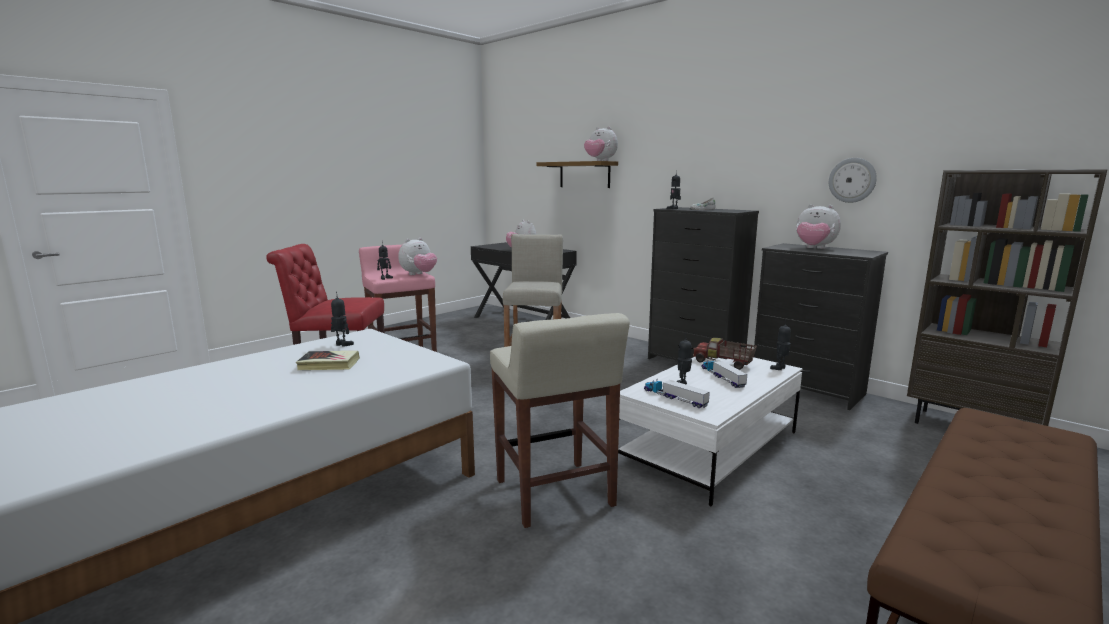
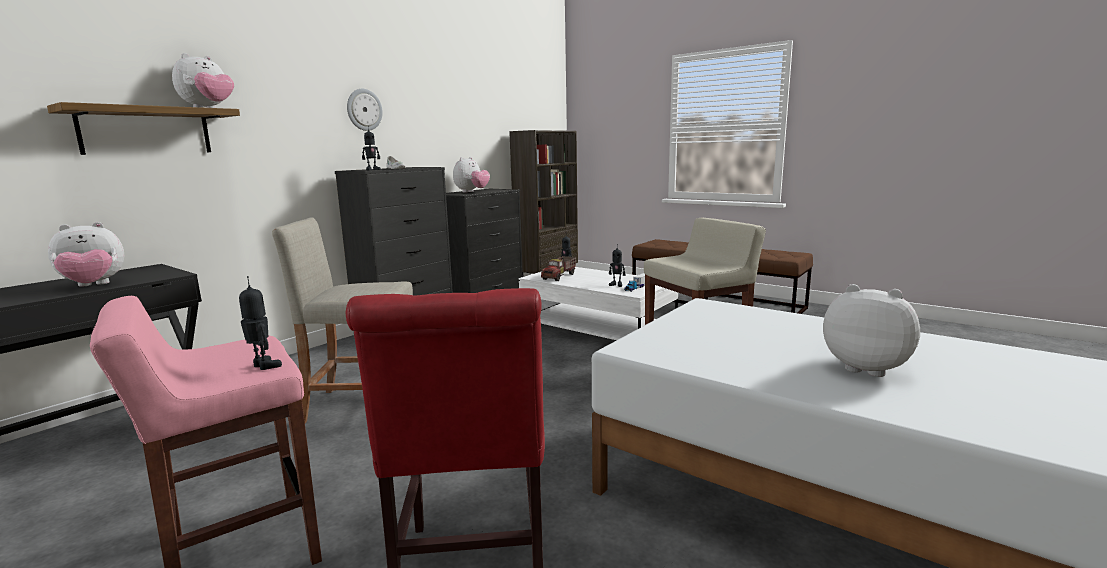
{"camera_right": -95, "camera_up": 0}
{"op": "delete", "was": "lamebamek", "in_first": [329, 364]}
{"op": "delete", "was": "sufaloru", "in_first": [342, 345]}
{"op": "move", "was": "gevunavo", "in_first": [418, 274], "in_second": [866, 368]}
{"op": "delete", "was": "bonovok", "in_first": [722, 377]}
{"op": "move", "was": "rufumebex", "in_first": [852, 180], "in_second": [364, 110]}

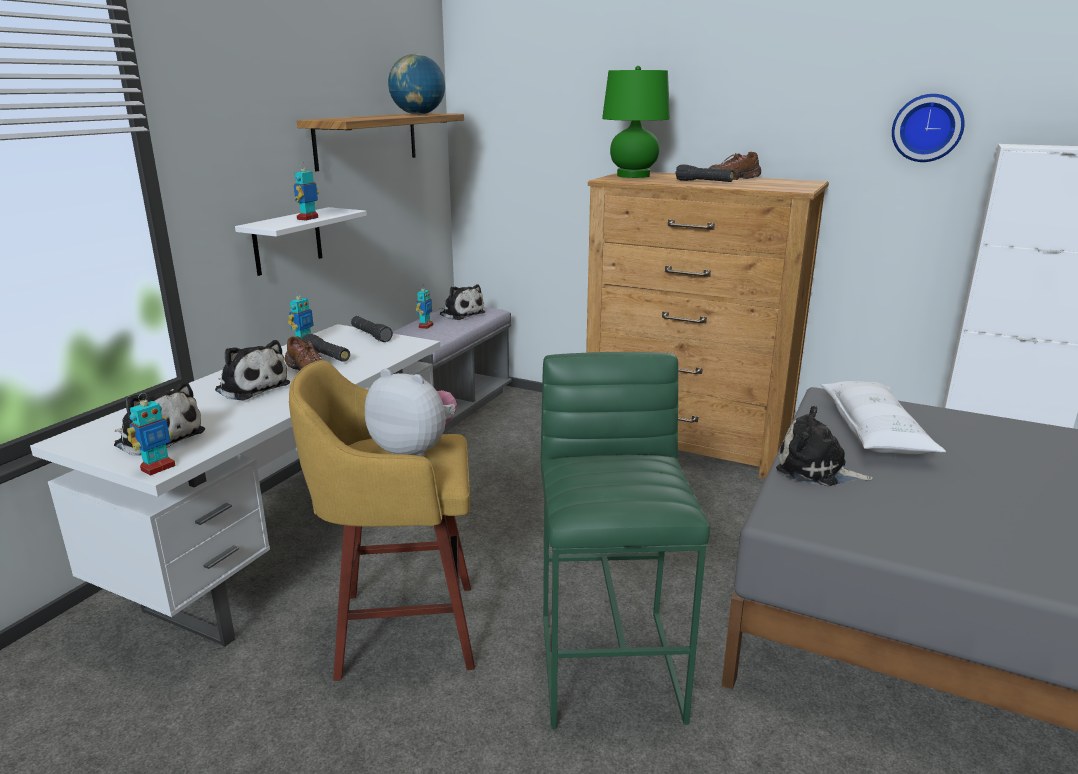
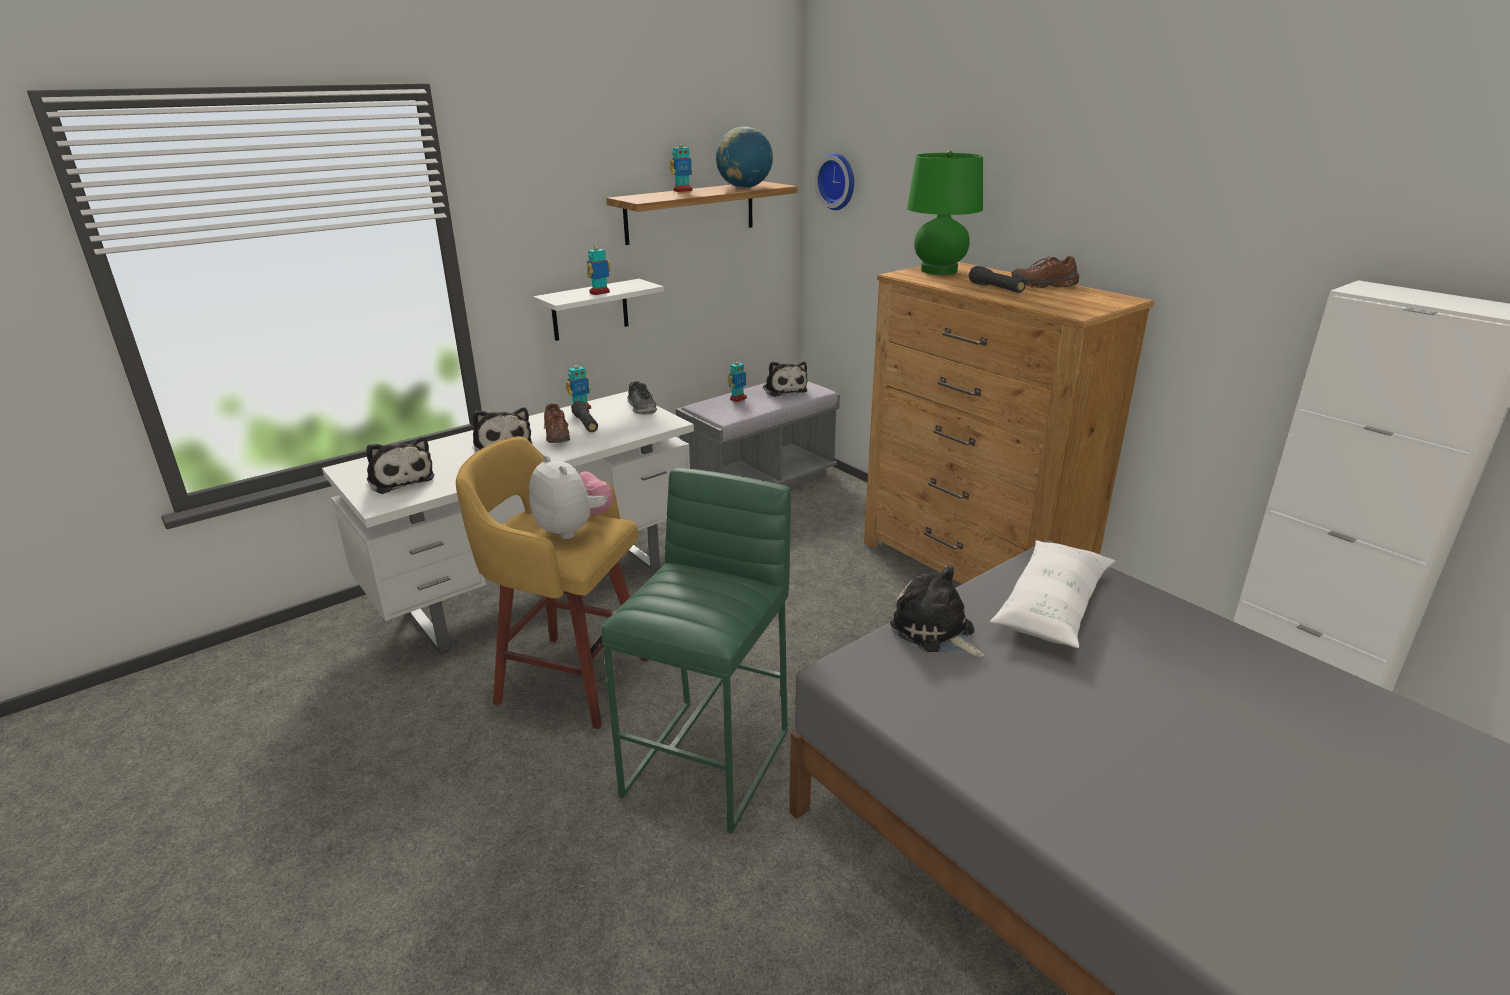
{"camera_right": 25, "camera_up": 5}
{"op": "move", "was": "sufaloru", "in_first": [157, 468], "in_second": [682, 190]}
{"op": "replace", "was": "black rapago", "now": "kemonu", "in_first": [371, 335], "in_second": [642, 408]}
{"op": "move", "was": "rufumebex", "in_first": [927, 128], "in_second": [838, 181]}

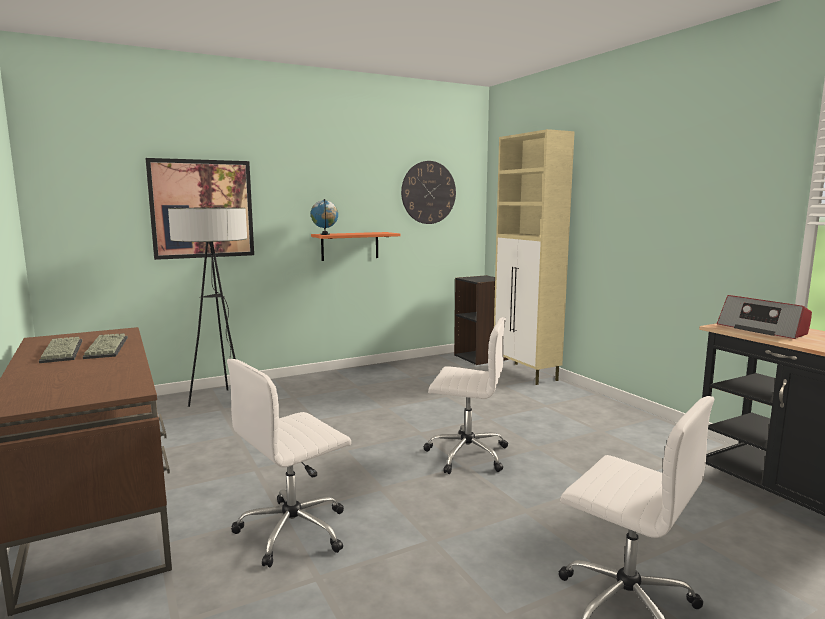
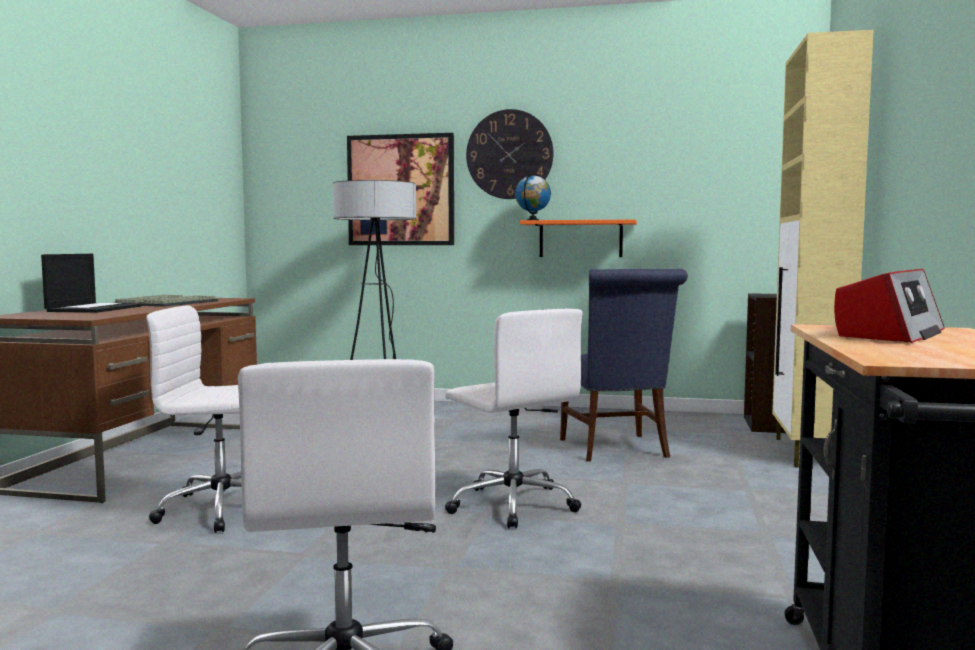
{"camera_right": 40, "camera_up": -5}
{"op": "move", "was": "rufumebex", "in_first": [428, 192], "in_second": [509, 154]}
{"op": "rotate", "was": "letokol", "in_first": [763, 329], "in_second": [890, 333], "clockwise": -150}
{"op": "insert", "now": "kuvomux", "in_second": [94, 309]}
{"op": "insert", "now": "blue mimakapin", "in_second": [616, 449]}

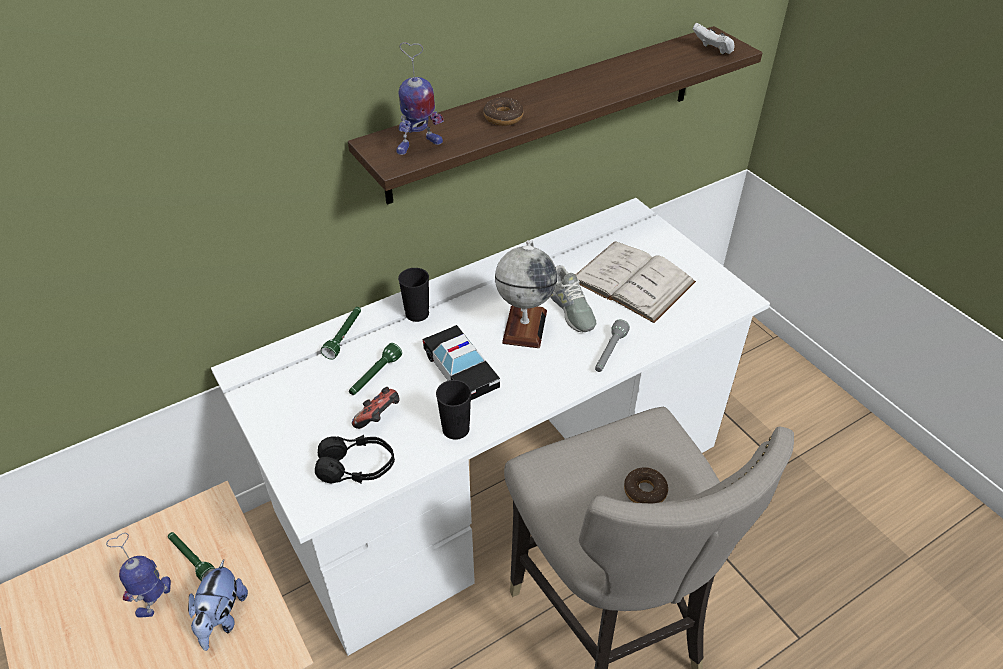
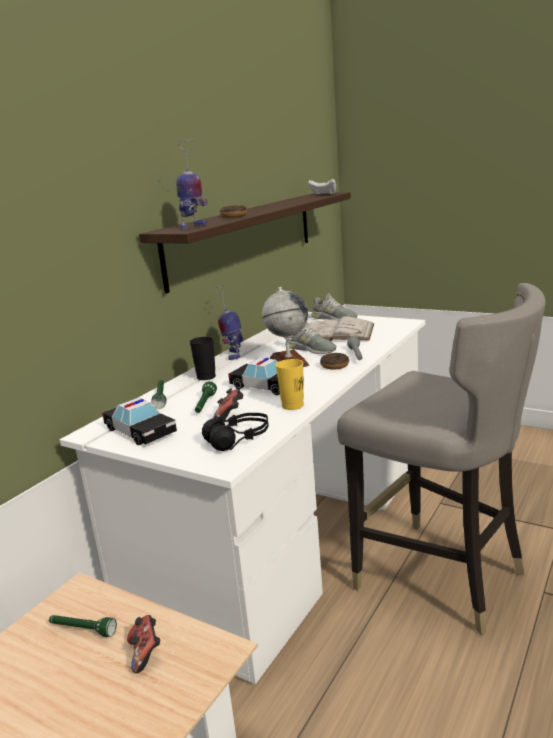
{"camera_right": -25, "camera_up": -25}
{"op": "move", "was": "sufaloru", "in_first": [155, 598], "in_second": [233, 355]}
{"op": "replace", "was": "gevunavo", "now": "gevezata", "in_first": [222, 618], "in_second": [146, 653]}
{"op": "recolor", "was": "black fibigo", "now": "yellow fibigo", "in_first": [456, 429], "in_second": [292, 405]}
{"op": "move", "was": "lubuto", "in_first": [645, 491], "in_second": [334, 365]}
{"op": "insert", "now": "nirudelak", "in_second": [140, 431]}
{"op": "insert", "now": "grey kemonu", "in_second": [334, 318]}

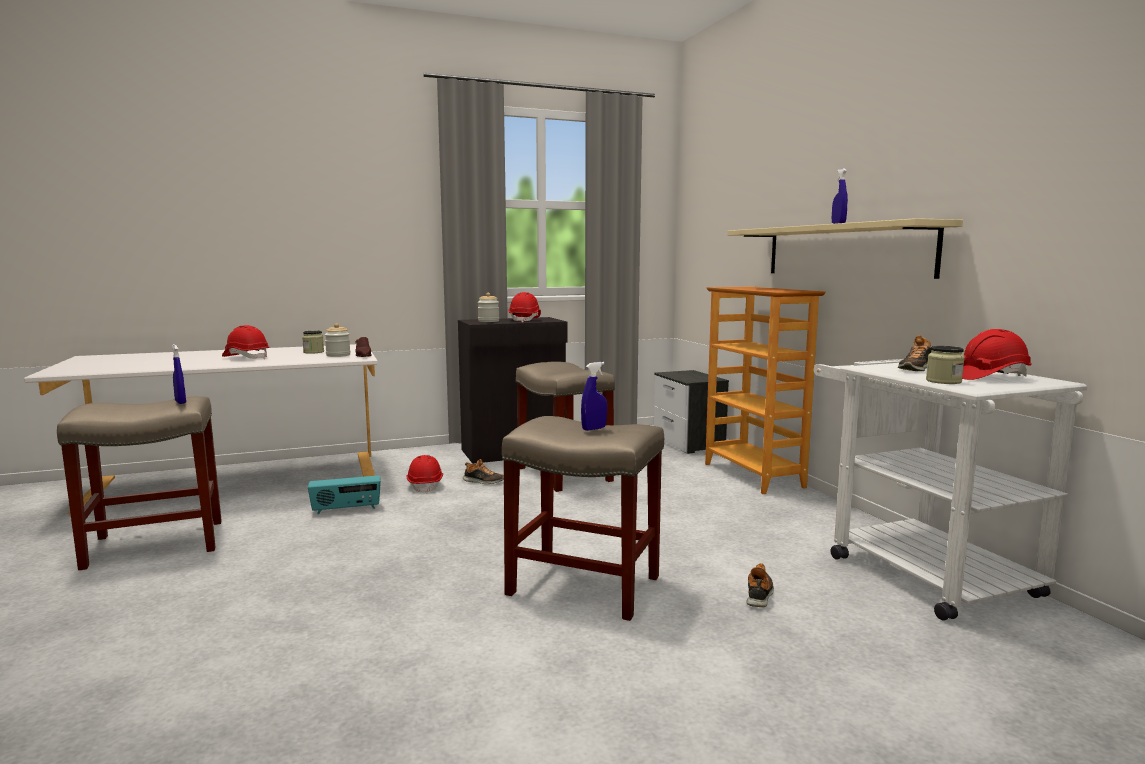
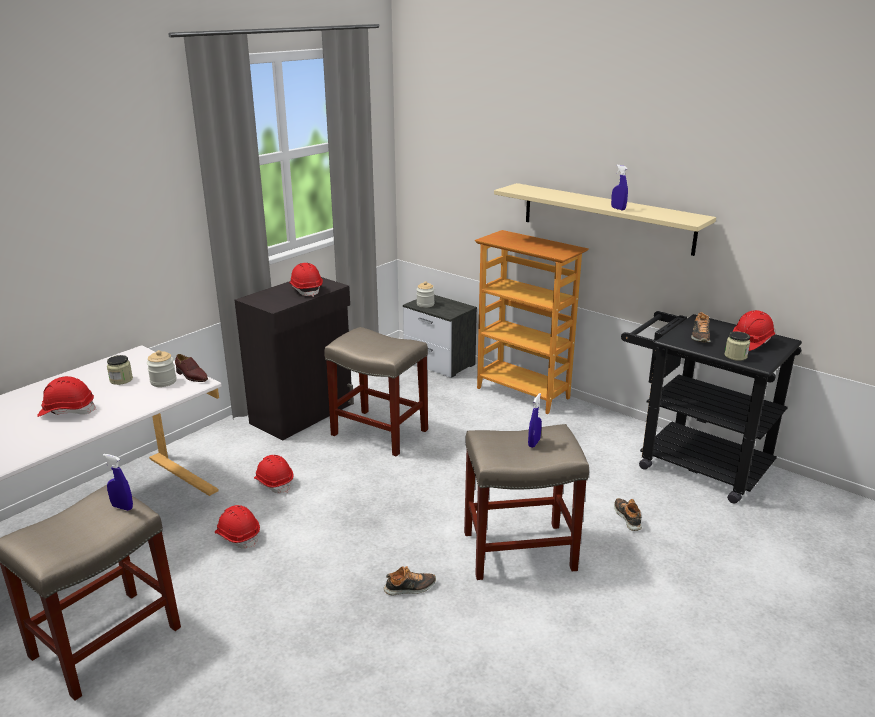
{"camera_right": -30, "camera_up": 15}
{"op": "replace", "was": "letokol", "now": "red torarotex", "in_first": [346, 509], "in_second": [238, 536]}
{"op": "move", "was": "kemonu", "in_first": [483, 481], "in_second": [410, 588]}
{"op": "move", "was": "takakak", "in_first": [488, 321], "in_second": [425, 304]}
{"op": "recolor", "was": "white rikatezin", "now": "black rikatezin", "in_first": [917, 569], "in_second": [692, 462]}

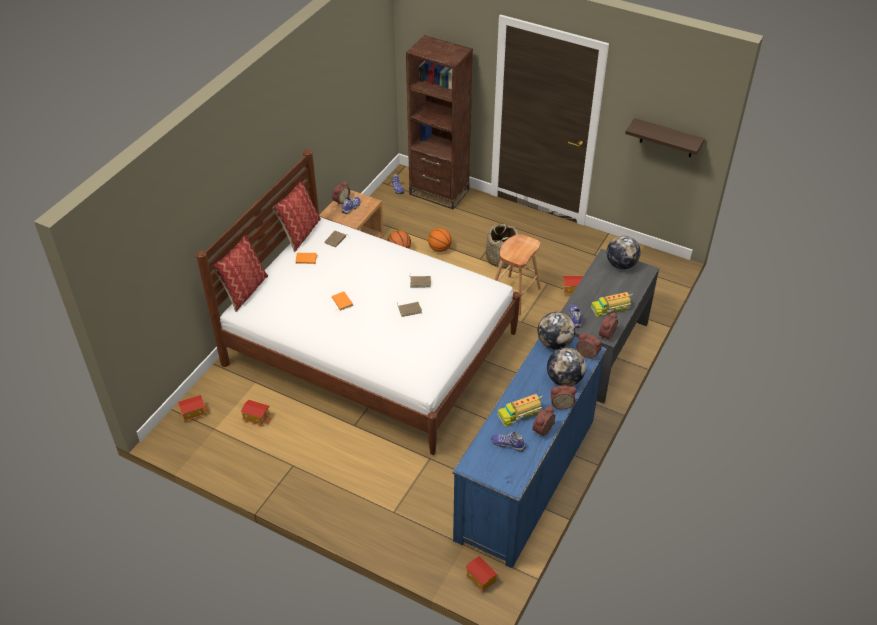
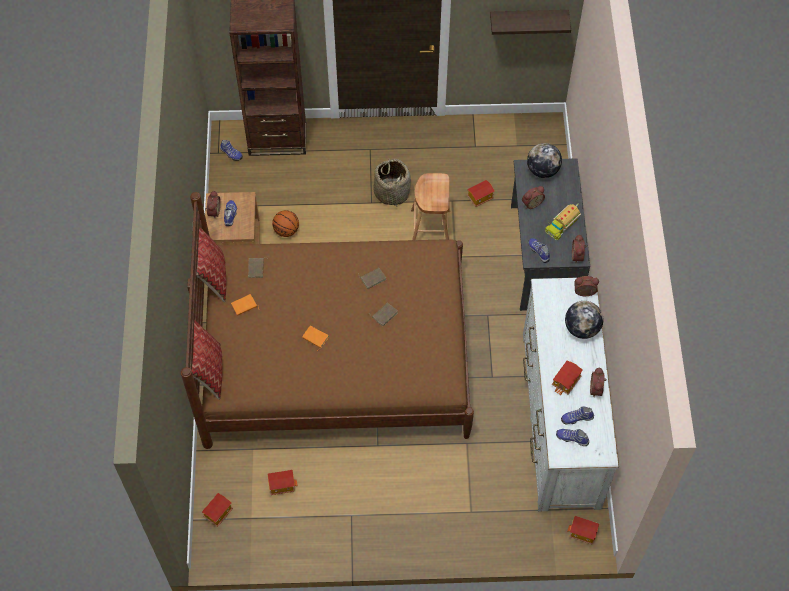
{"camera_right": -30, "camera_up": 15}
{"op": "recolor", "was": "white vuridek", "now": "brown vuridek", "in_first": [371, 348], "in_second": [336, 356]}
{"op": "delete", "was": "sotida", "in_first": [439, 249]}
{"op": "recolor", "was": "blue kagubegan", "now": "white kagubegan", "in_first": [526, 478], "in_second": [560, 419]}
{"op": "replace", "was": "bonovok", "now": "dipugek", "in_first": [519, 413], "in_second": [566, 382]}
{"op": "delete", "was": "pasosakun", "in_first": [554, 343]}
{"op": "move", "was": "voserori", "in_first": [561, 403], "in_second": [531, 203]}
{"op": "insert", "now": "kemonu", "in_second": [572, 438]}

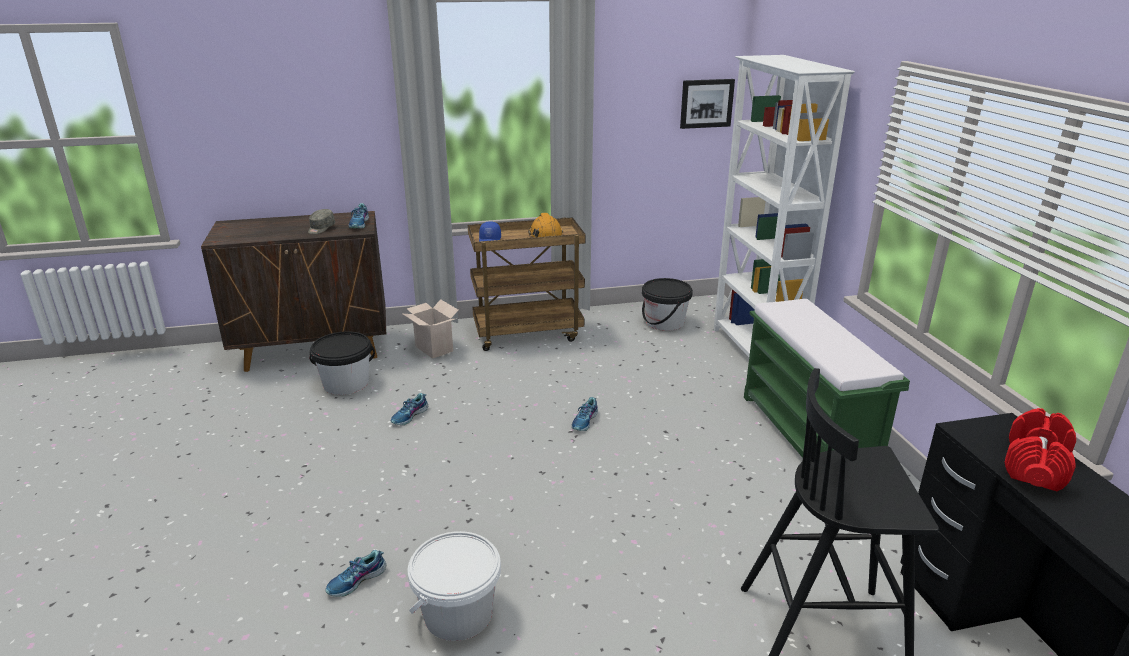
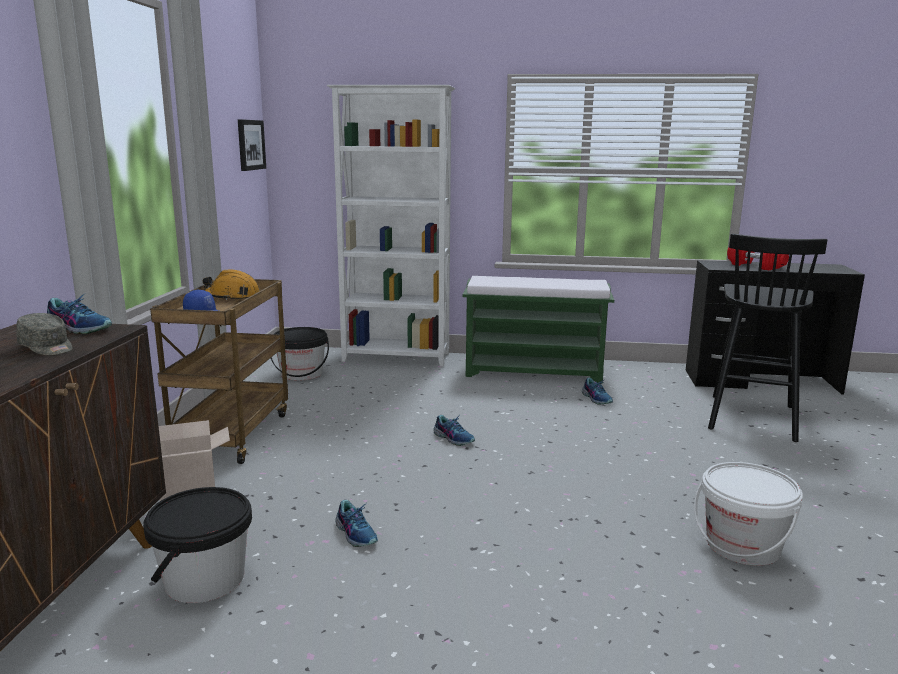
{"camera_right": -70, "camera_up": -10}
{"op": "move", "was": "kemonu", "in_first": [357, 581], "in_second": [597, 399]}

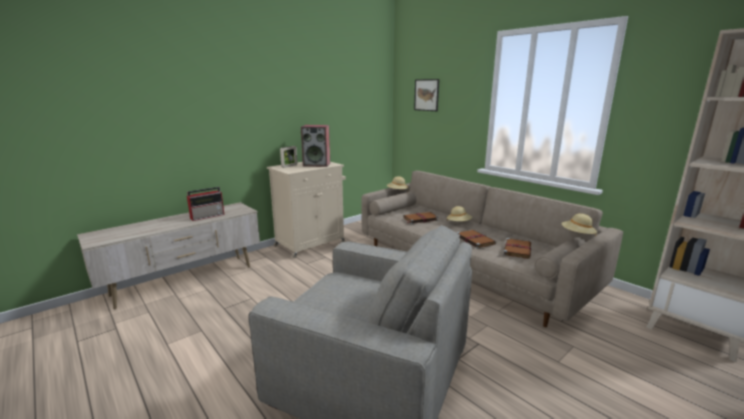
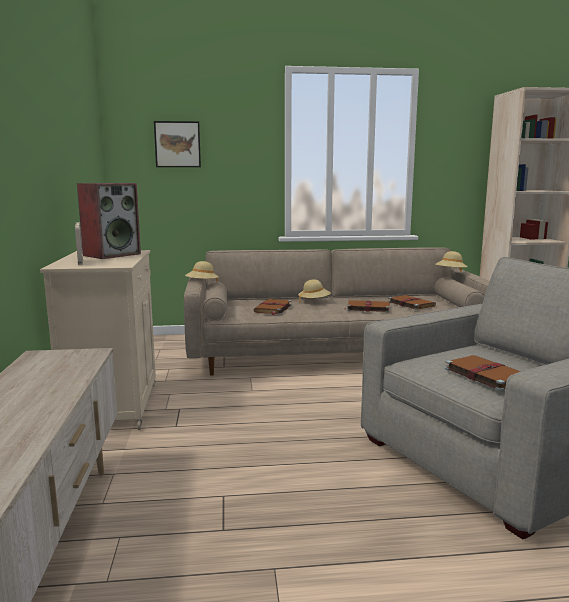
{"camera_right": -55, "camera_up": -5}
{"op": "delete", "was": "letokol", "in_first": [208, 216]}
{"op": "insert", "now": "brown lamebamek", "in_second": [485, 374]}

